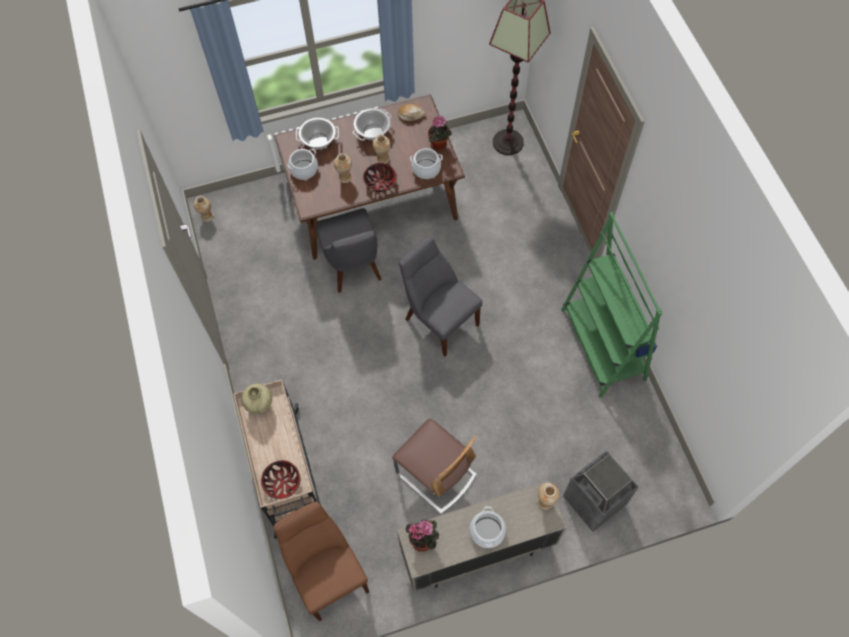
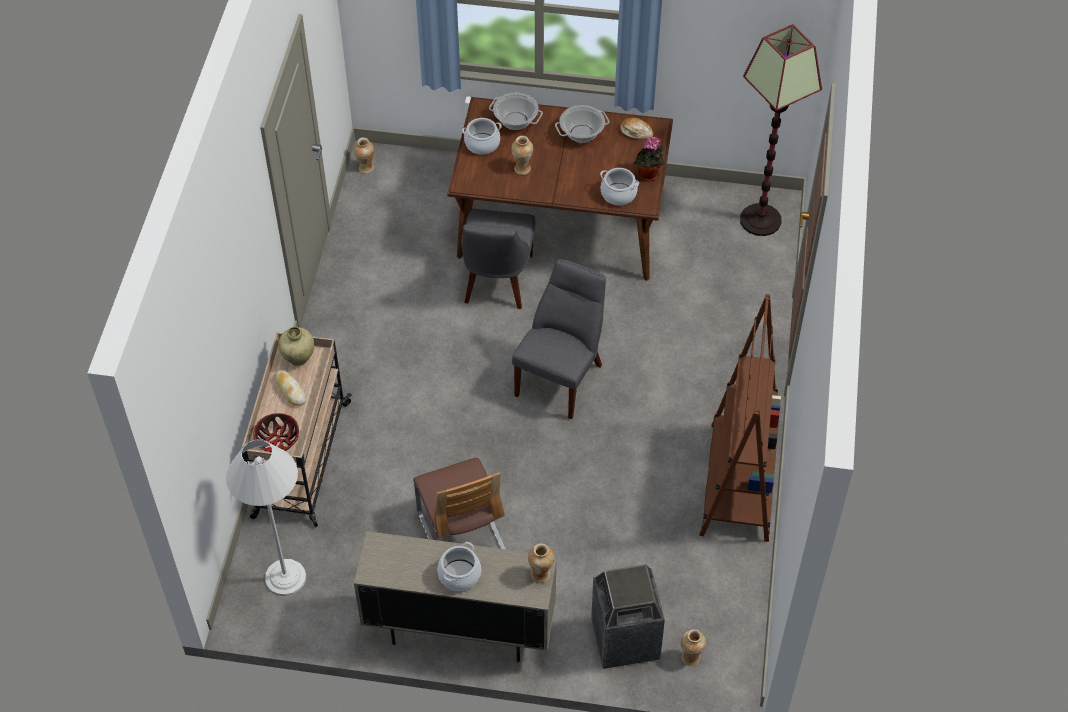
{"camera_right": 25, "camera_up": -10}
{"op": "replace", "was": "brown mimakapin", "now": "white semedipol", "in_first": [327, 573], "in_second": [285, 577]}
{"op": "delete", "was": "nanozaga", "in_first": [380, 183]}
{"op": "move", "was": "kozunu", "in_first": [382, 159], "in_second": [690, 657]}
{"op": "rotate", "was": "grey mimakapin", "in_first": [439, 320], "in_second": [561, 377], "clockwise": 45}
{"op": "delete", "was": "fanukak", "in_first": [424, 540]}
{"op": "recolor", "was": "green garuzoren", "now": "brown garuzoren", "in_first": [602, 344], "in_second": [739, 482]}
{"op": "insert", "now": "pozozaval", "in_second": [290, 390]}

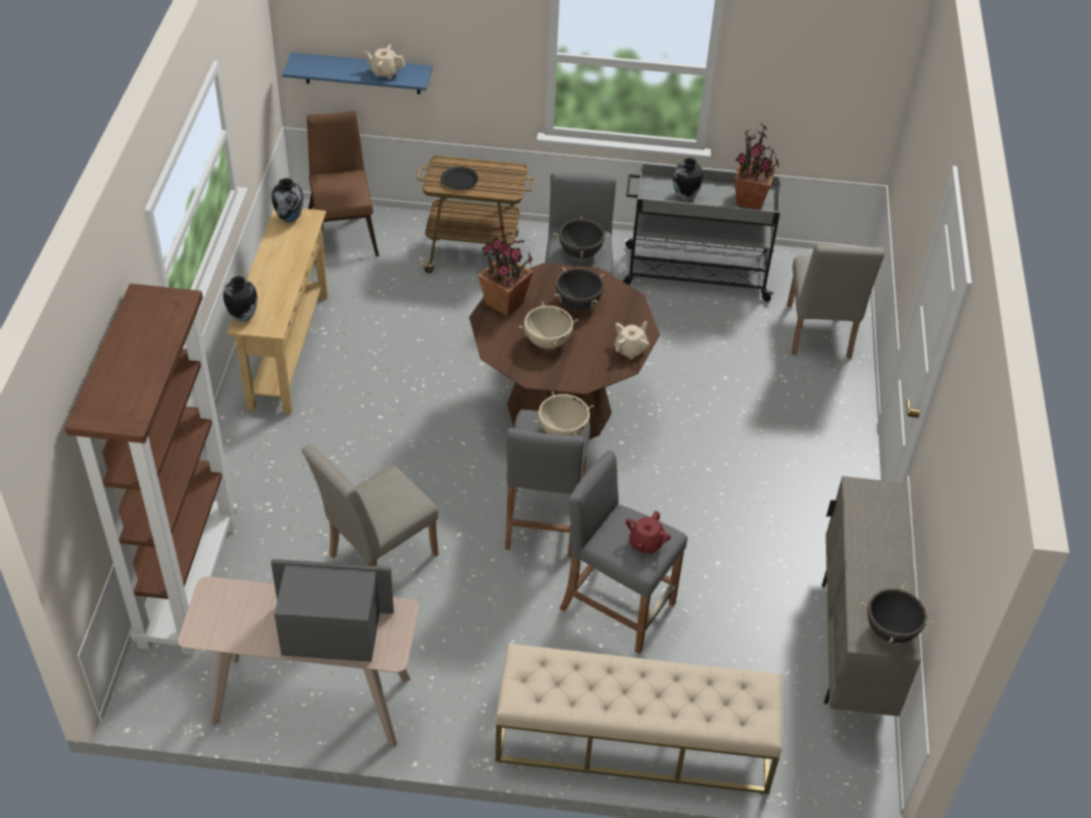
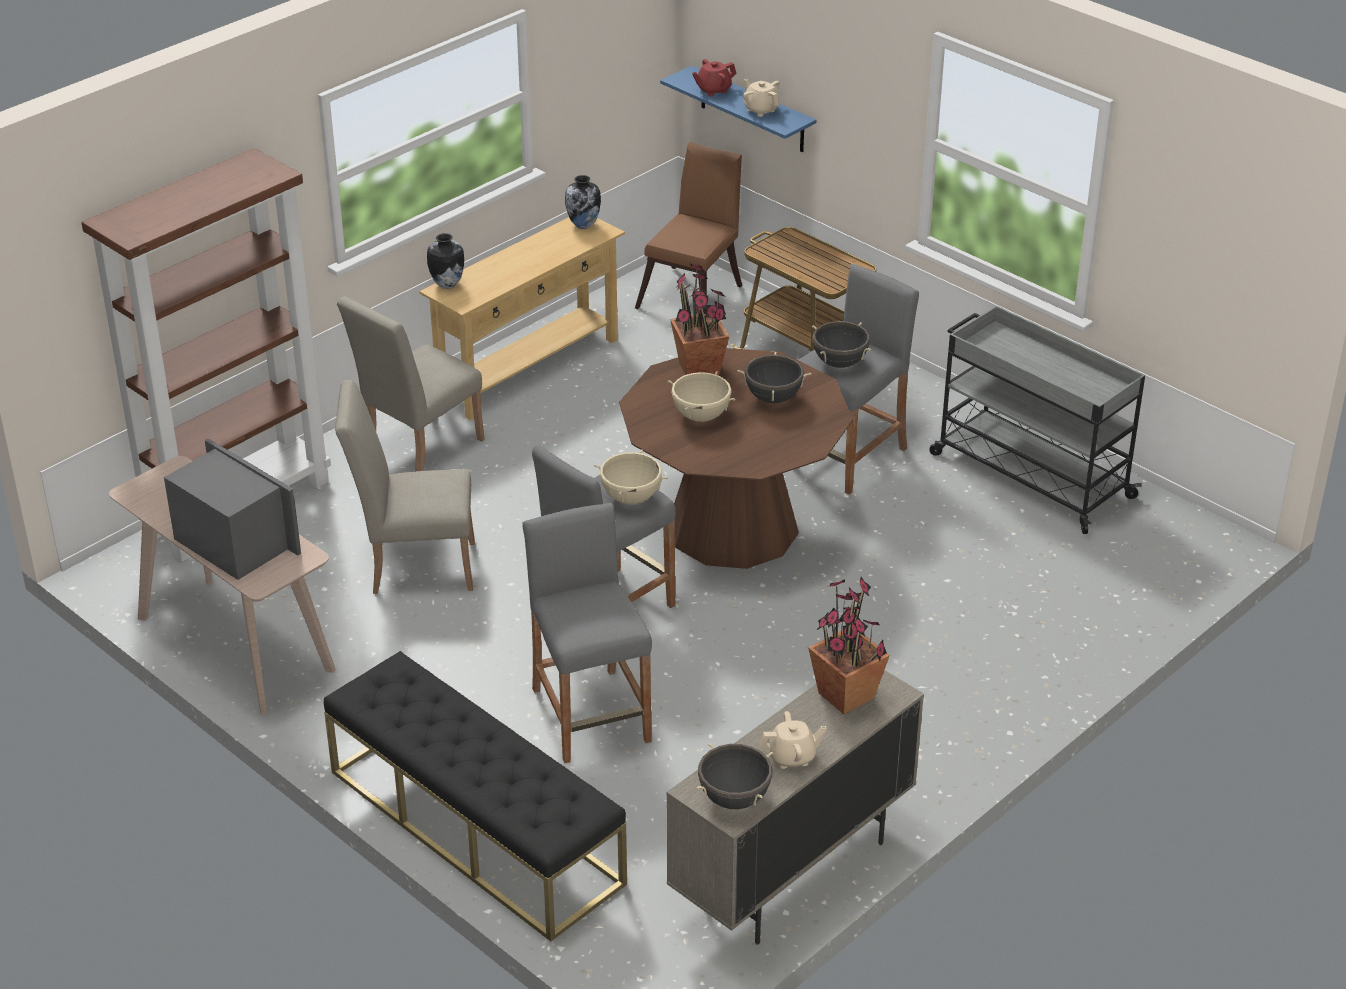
{"camera_right": 40, "camera_up": -10}
{"op": "delete", "was": "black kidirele", "in_first": [459, 180]}
{"op": "recolor", "was": "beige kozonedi", "now": "black kozonedi", "in_first": [633, 740], "in_second": [474, 827]}
{"op": "move", "was": "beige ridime", "in_first": [630, 349], "in_second": [792, 757]}
{"op": "move", "was": "red ridime", "in_first": [645, 543], "in_second": [713, 90]}
{"op": "delete", "was": "kozunu", "in_first": [685, 197]}
{"op": "move", "was": "fanukak", "in_first": [750, 201], "in_second": [845, 696]}
{"op": "move", "was": "beige mimakapin", "in_first": [818, 336], "in_second": [418, 450]}

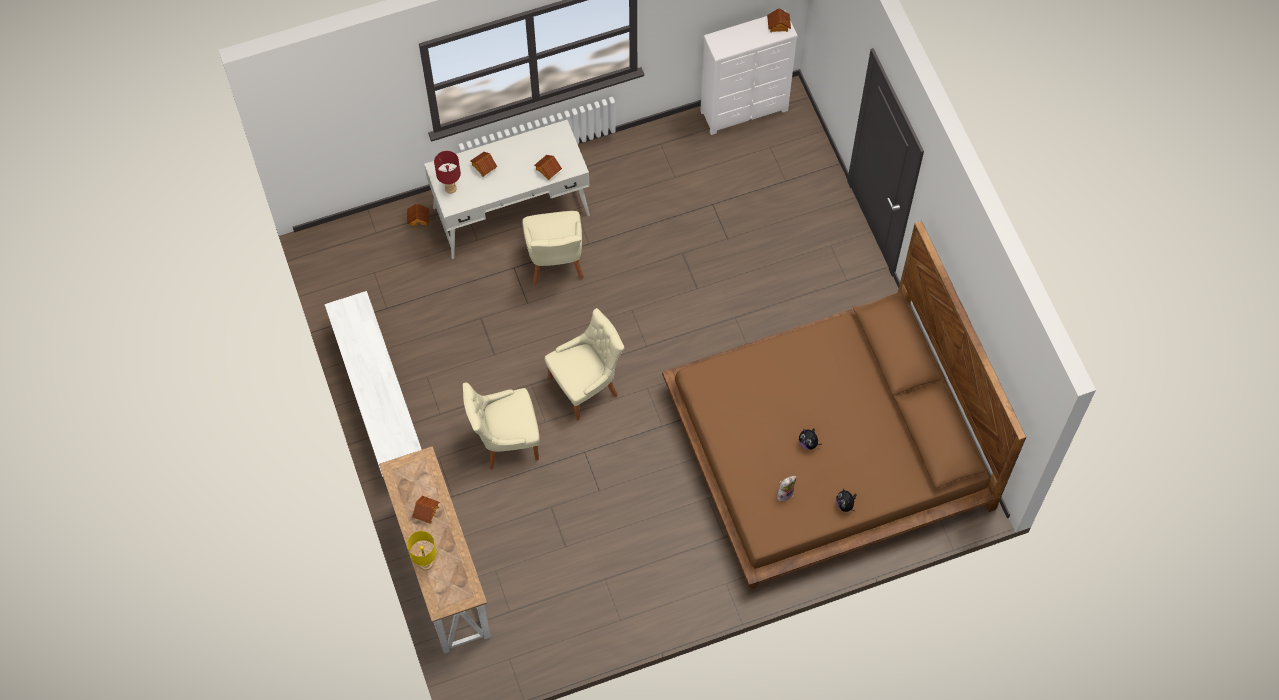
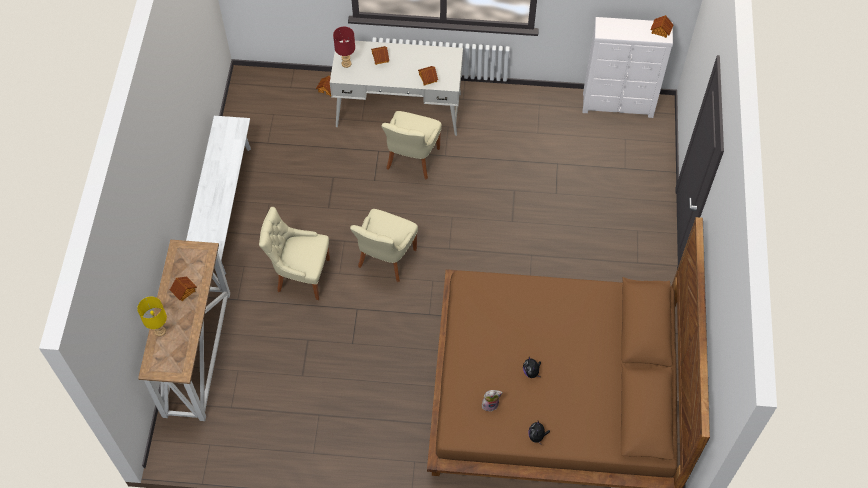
{"camera_right": 25, "camera_up": -5}
{"op": "rotate", "was": "beige mimakapin", "in_first": [586, 386], "in_second": [385, 259], "clockwise": 120}

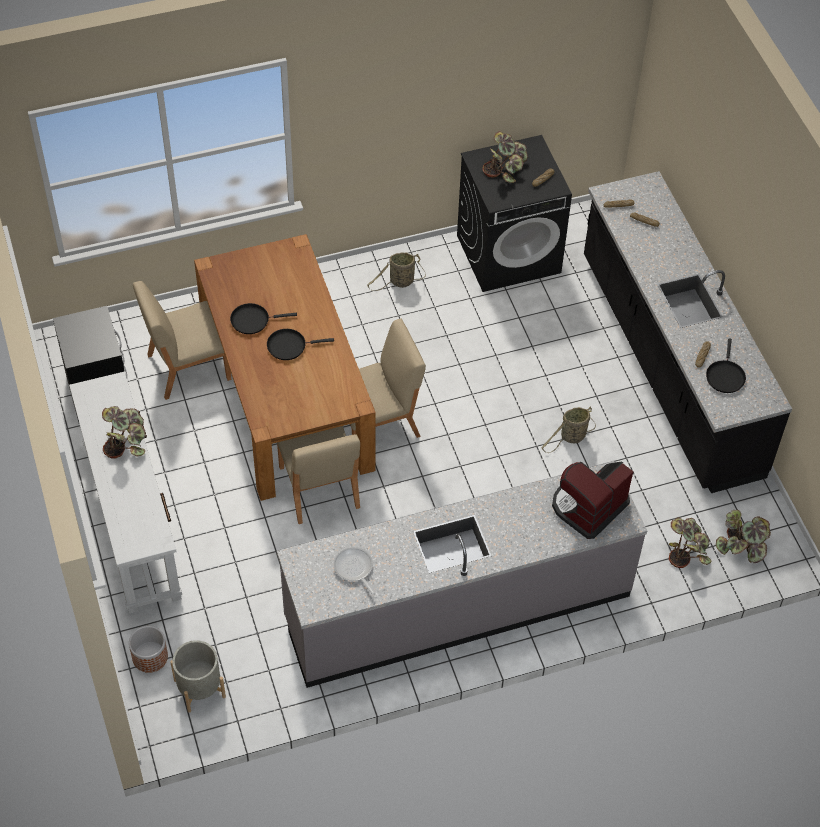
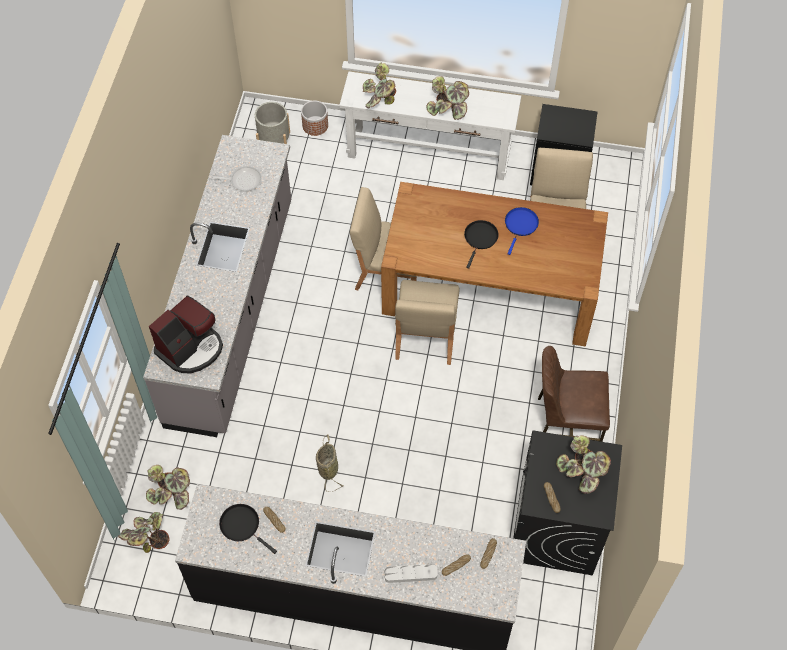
{"camera_right": 120, "camera_up": 5}
{"op": "recolor", "was": "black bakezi", "now": "blue bakezi", "in_first": [253, 320], "in_second": [520, 225]}
{"op": "replace", "was": "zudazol", "now": "brown mimakapin", "in_first": [400, 282], "in_second": [567, 421]}
{"op": "rotate", "was": "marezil", "in_first": [588, 507], "in_second": [191, 348], "clockwise": 60}
{"op": "insert", "now": "fanukak", "in_second": [379, 99]}
{"op": "insert", "now": "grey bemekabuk", "in_second": [410, 574]}

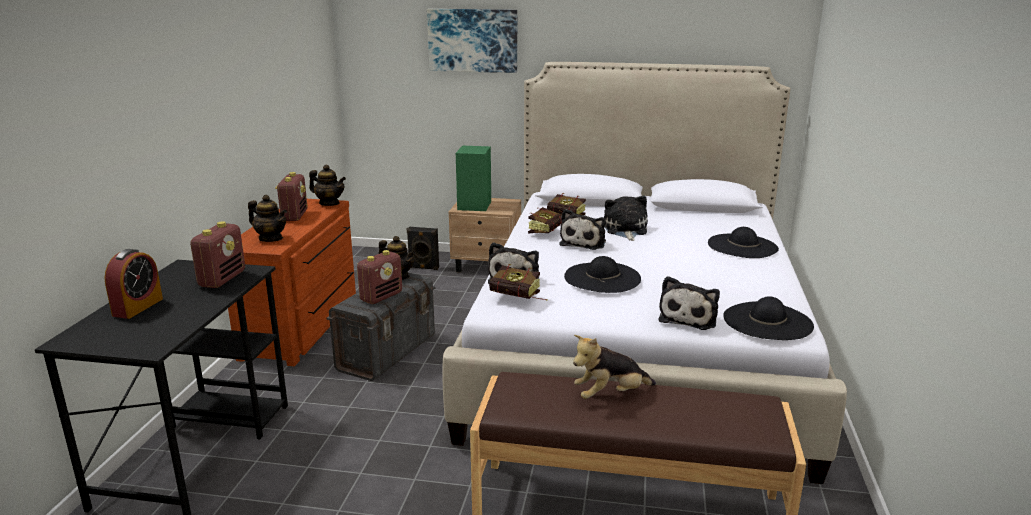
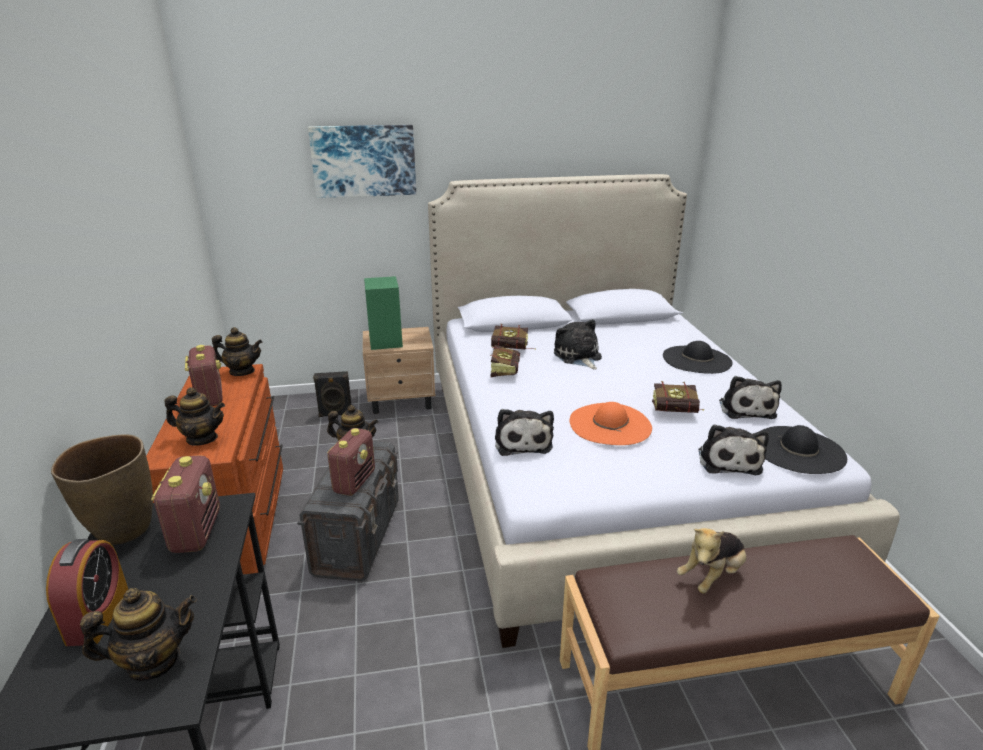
{"camera_right": -20, "camera_up": 5}
{"op": "move", "was": "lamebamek", "in_first": [519, 298], "in_second": [679, 412]}
{"op": "move", "was": "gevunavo", "in_first": [584, 242], "in_second": [746, 408]}
{"op": "recolor", "was": "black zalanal", "now": "orange zalanal", "in_first": [602, 277], "in_second": [610, 424]}
{"op": "insert", "now": "brown kozunu", "in_second": [123, 531]}
{"op": "insert", "now": "ridime", "in_second": [153, 661]}

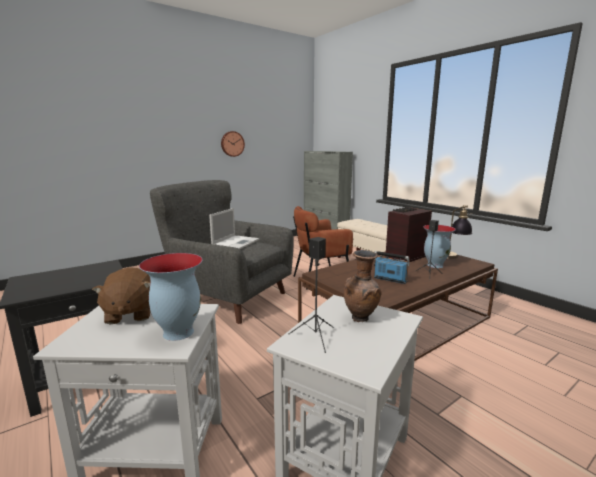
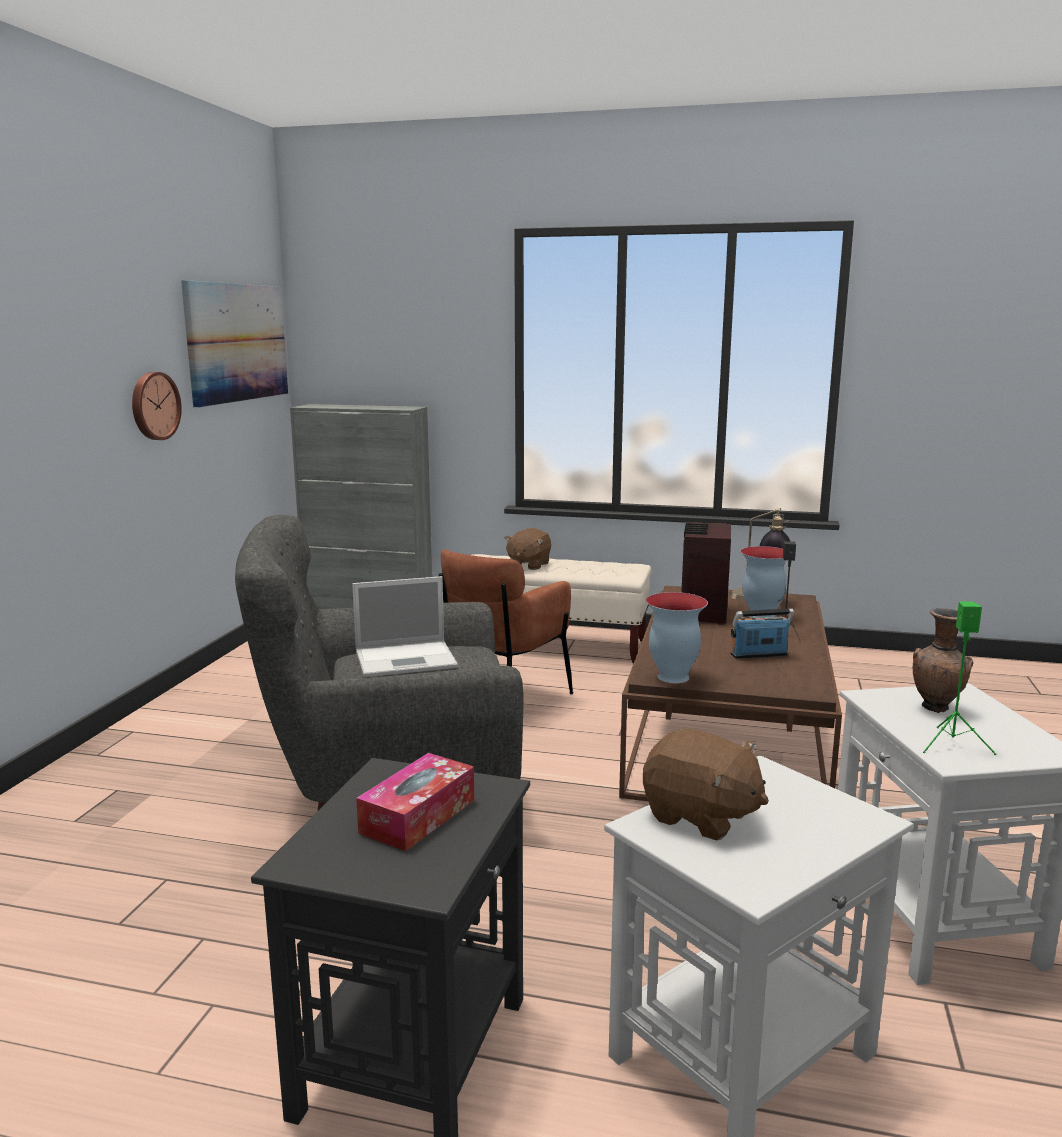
{"camera_right": -40, "camera_up": 0}
{"op": "move", "was": "kozunu", "in_first": [177, 332], "in_second": [672, 677]}
{"op": "rotate", "was": "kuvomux", "in_first": [236, 242], "in_second": [407, 659], "clockwise": 90}
{"op": "recolor", "was": "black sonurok", "now": "green sonurok", "in_first": [316, 337], "in_second": [953, 744]}
{"op": "insert", "now": "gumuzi", "in_second": [237, 342]}
{"op": "insert", "now": "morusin", "in_second": [418, 816]}
{"op": "insert", "now": "brown gevunavo", "in_second": [528, 565]}

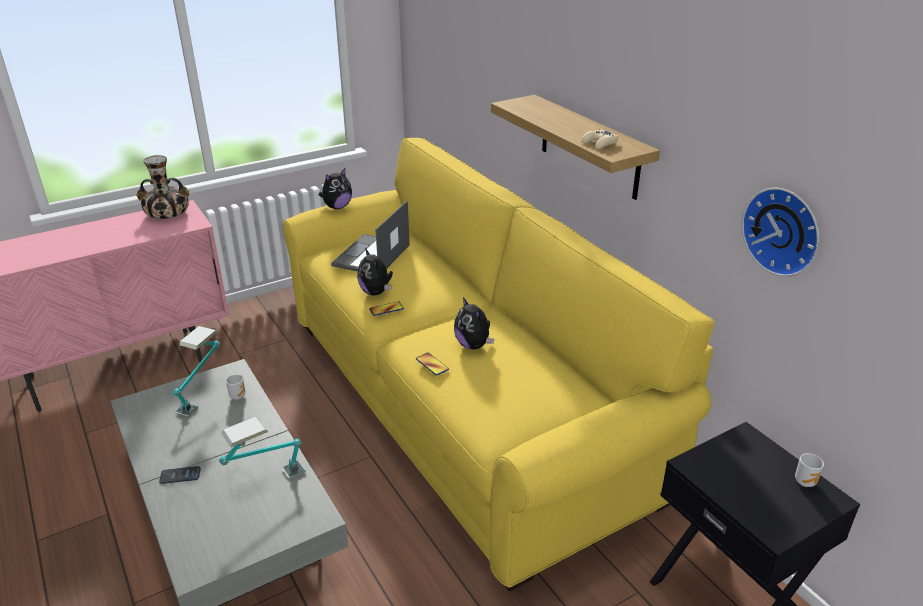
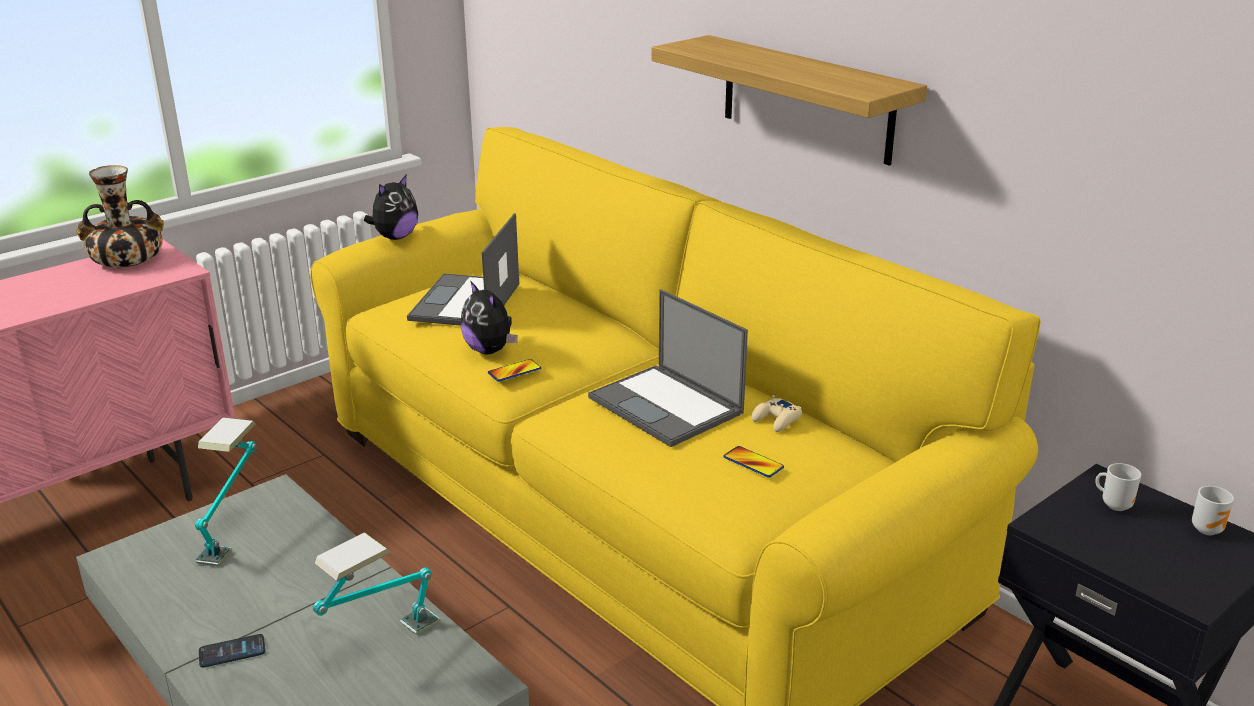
{"camera_right": -10, "camera_up": -5}
{"op": "move", "was": "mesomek", "in_first": [237, 396], "in_second": [1114, 505]}
{"op": "move", "was": "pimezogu", "in_first": [432, 364], "in_second": [753, 463]}
{"op": "replace", "was": "gevunavo", "now": "kuvomux", "in_first": [473, 345], "in_second": [667, 406]}
{"op": "move", "was": "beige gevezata", "in_first": [599, 143], "in_second": [776, 420]}
{"op": "delete", "was": "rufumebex", "in_first": [784, 230]}

